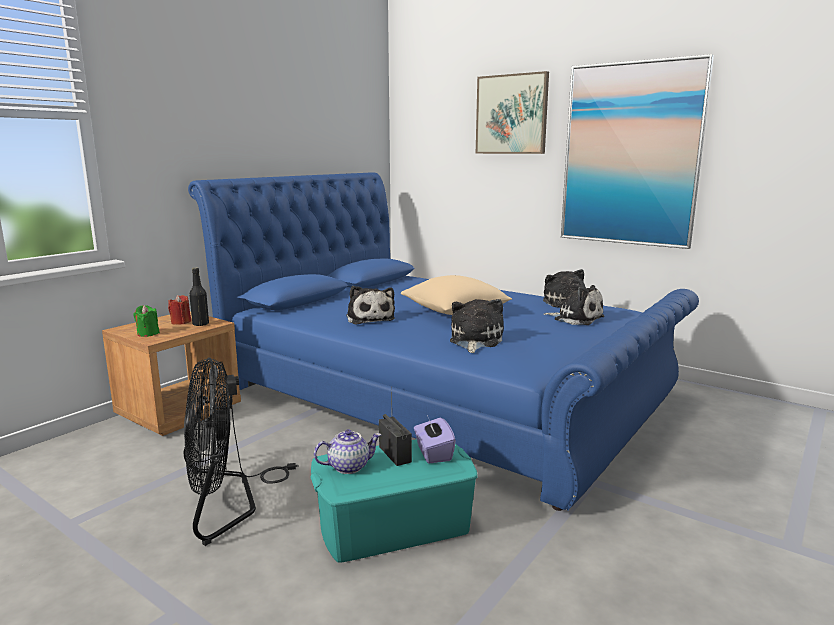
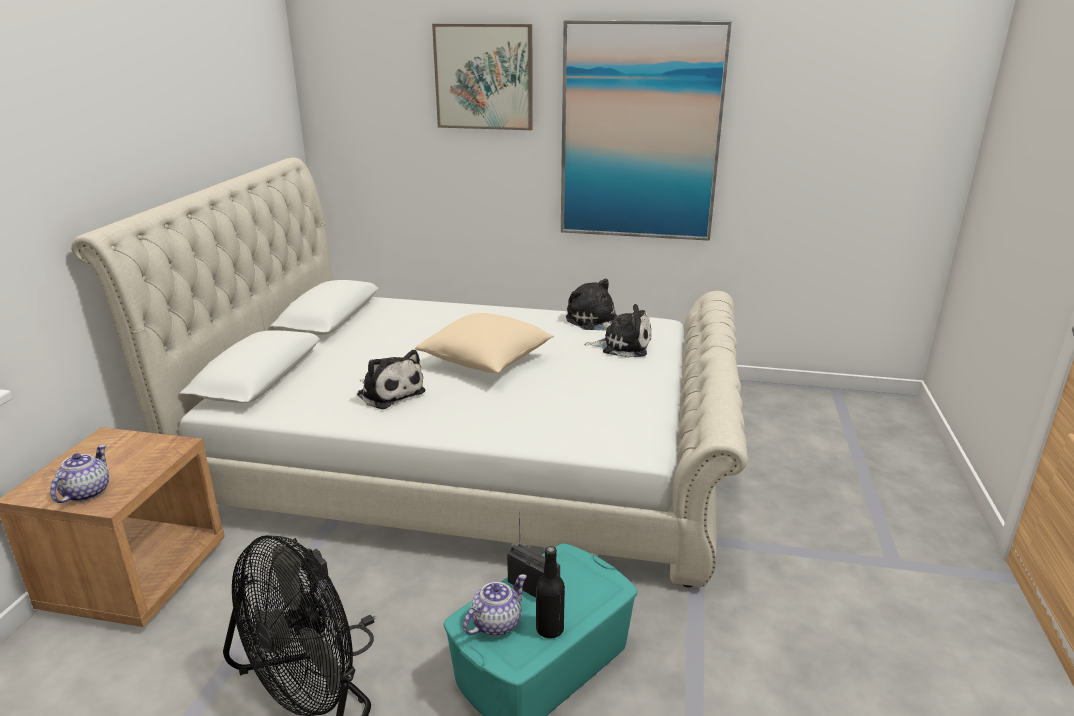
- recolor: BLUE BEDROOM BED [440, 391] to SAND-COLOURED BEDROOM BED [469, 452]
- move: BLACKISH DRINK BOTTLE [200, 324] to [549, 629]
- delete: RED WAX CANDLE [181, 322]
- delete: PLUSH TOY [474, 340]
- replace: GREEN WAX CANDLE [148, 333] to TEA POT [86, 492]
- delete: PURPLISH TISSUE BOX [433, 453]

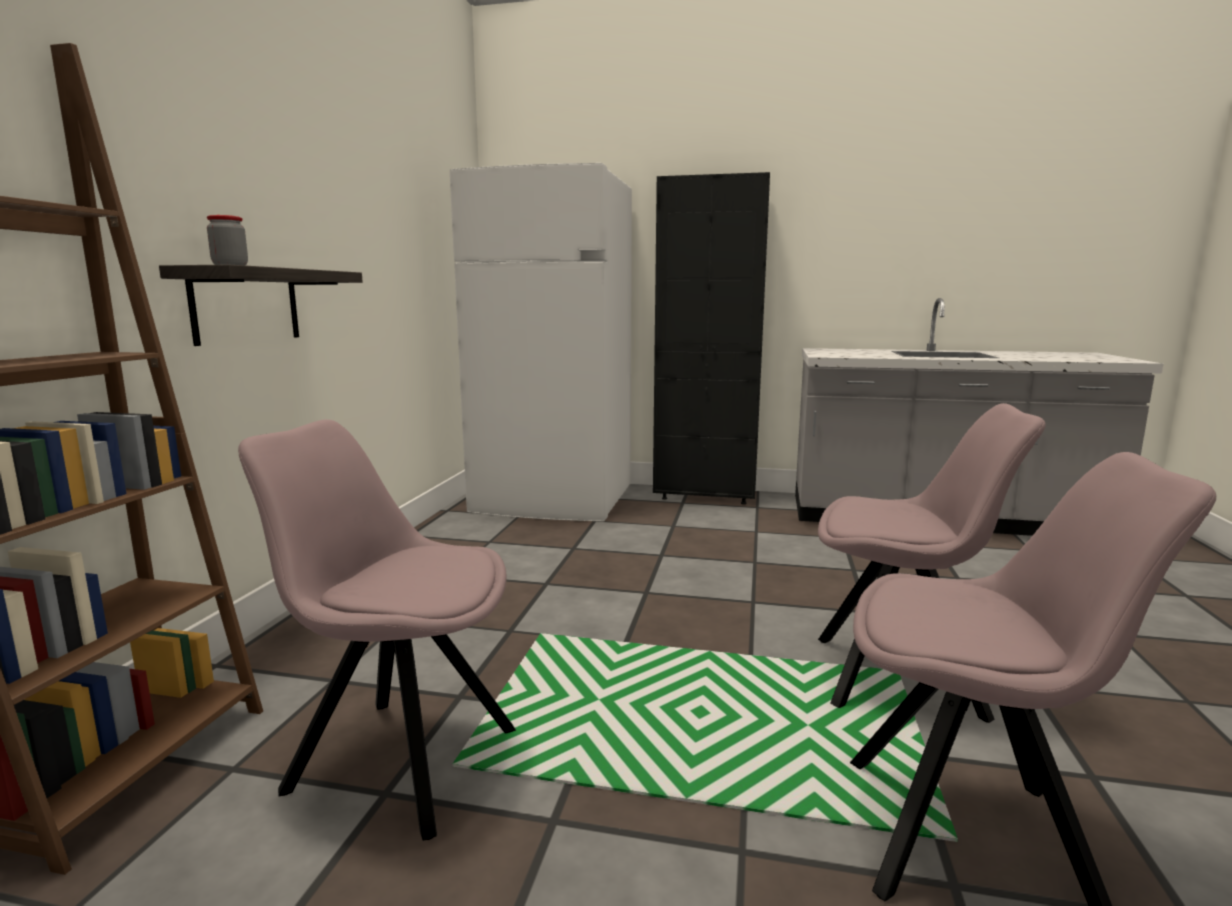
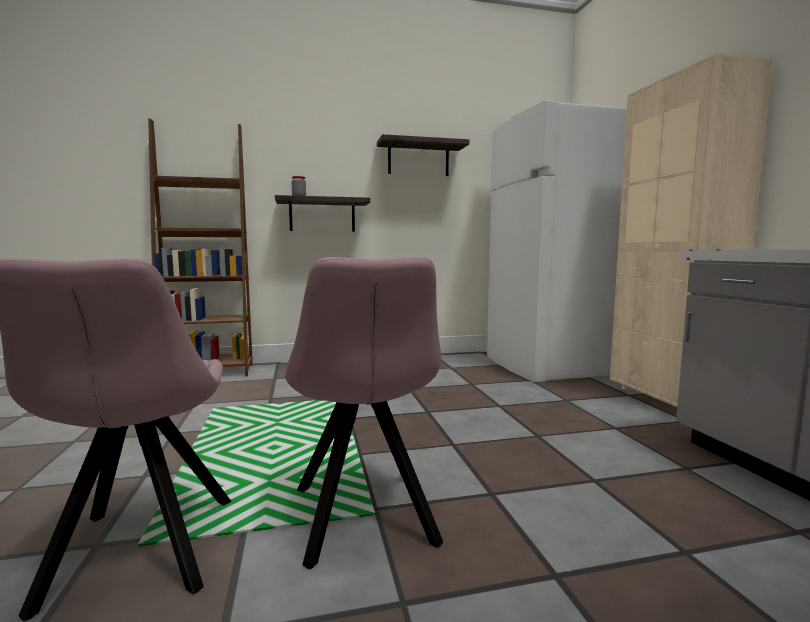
- recolor: BLACKISH CABINET [705, 496] to SAND-COLOURED CABINET [666, 399]
- delete: PINKISH PLAIN CHAIR [401, 760]
- insert: WALL SHELF [418, 159]

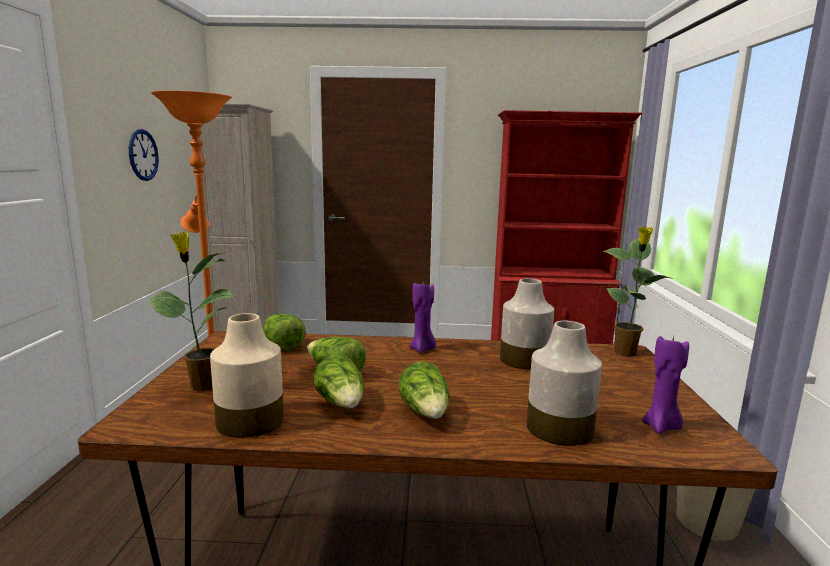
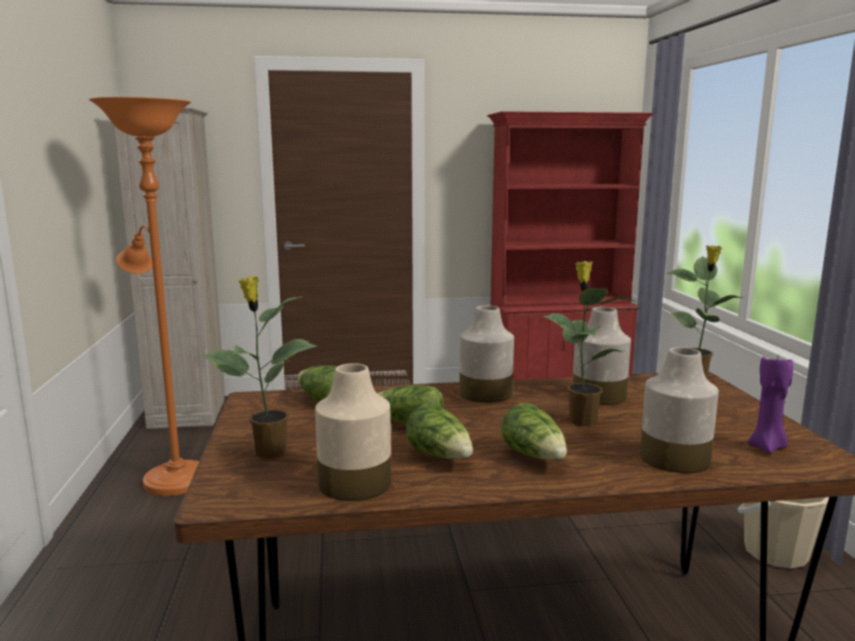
- delete: CLOCK ON THE WALL [143, 155]
- replace: PURPLISH WAX CANDLE [422, 349] to SAND-COLOURED FLOWER VASE [485, 393]
- insert: HOUSEPLANT [581, 420]

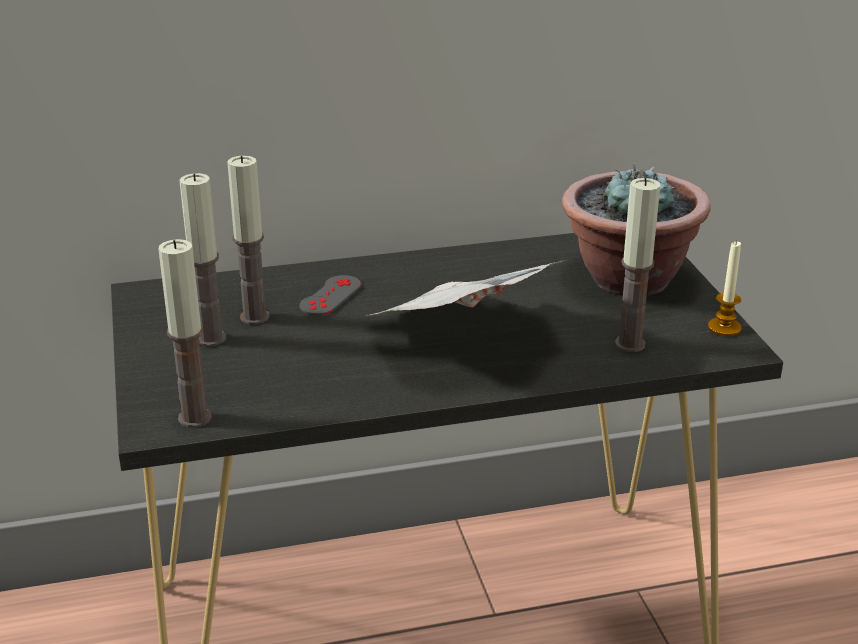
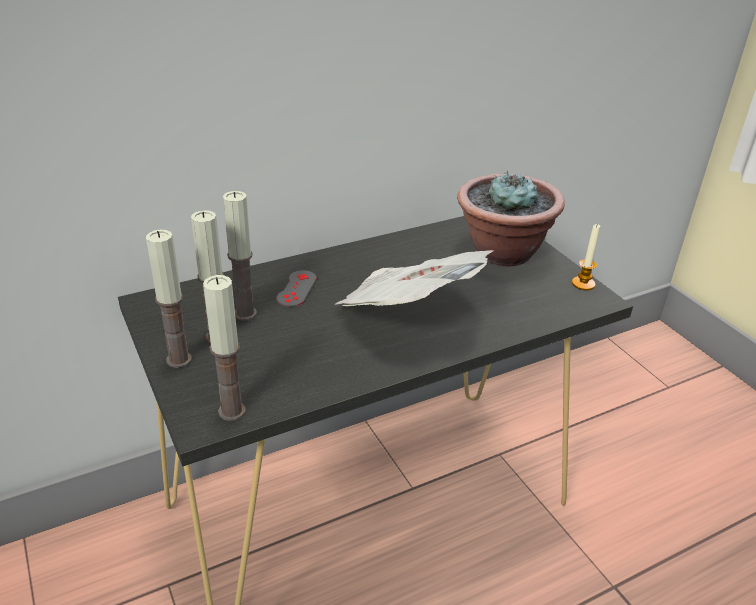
- move: WAX CANDLE [630, 344] to [179, 359]

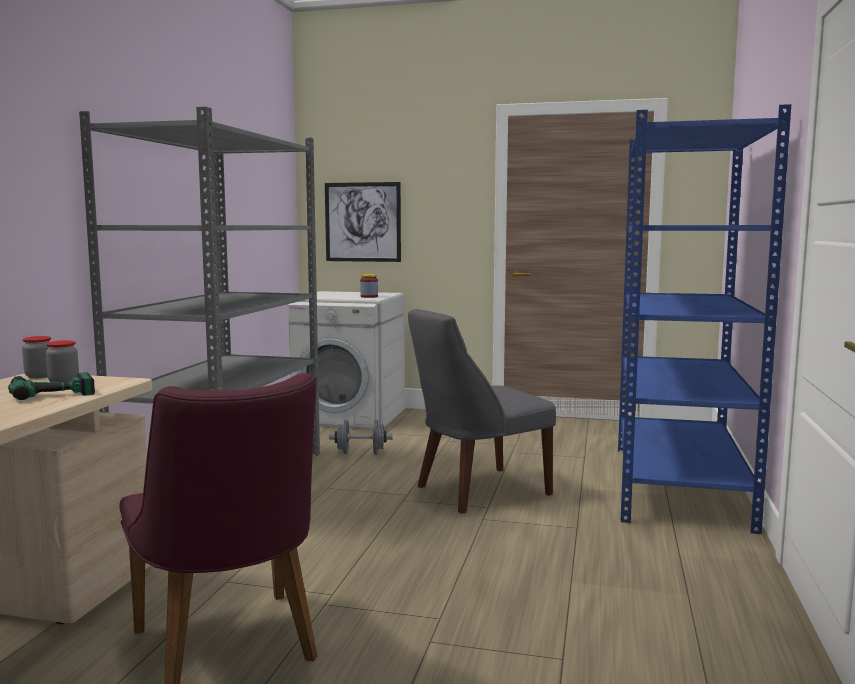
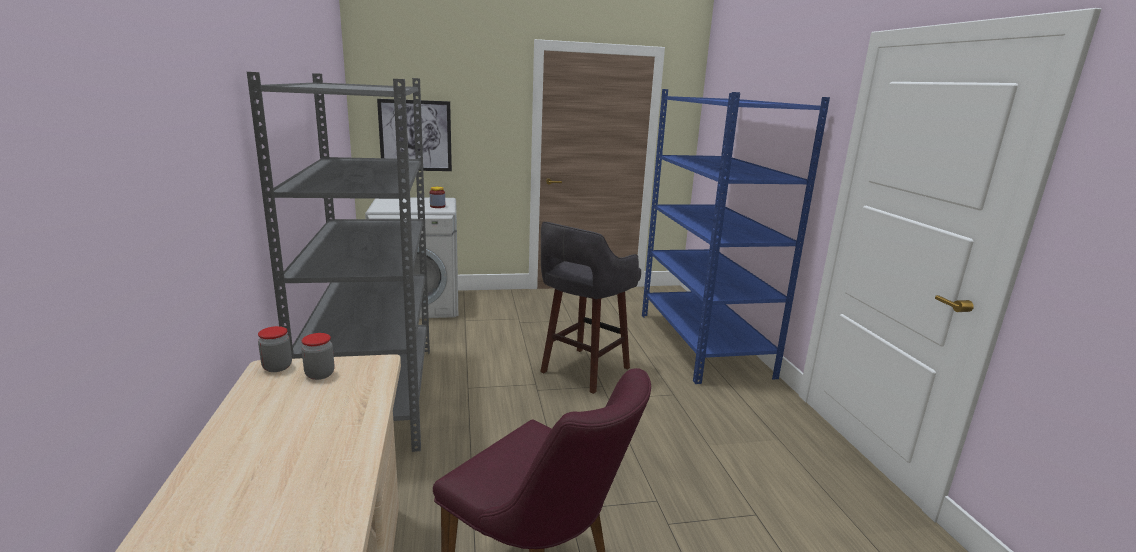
- replace: GRAY PLAIN CHAIR [477, 491] to GRAY SITTING STOOL [582, 371]
- delete: ELECTRIC DRILL [50, 391]
- delete: GRAY FREE WEIGHT [361, 453]

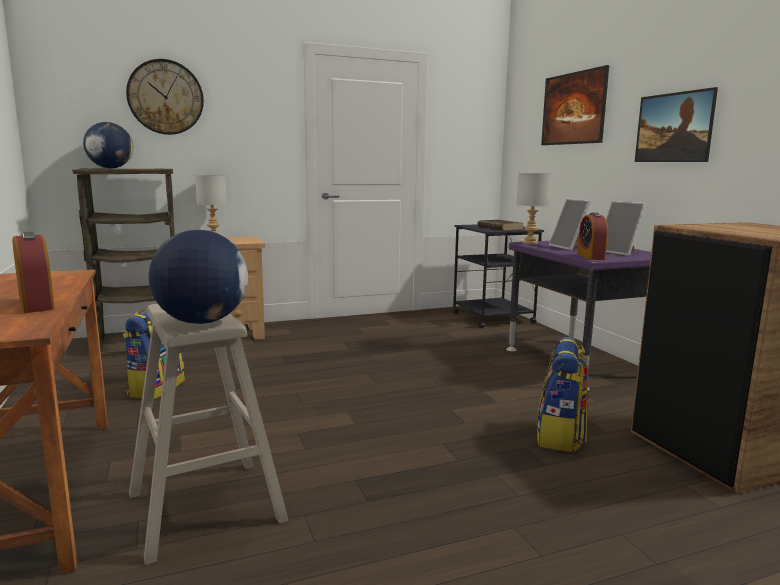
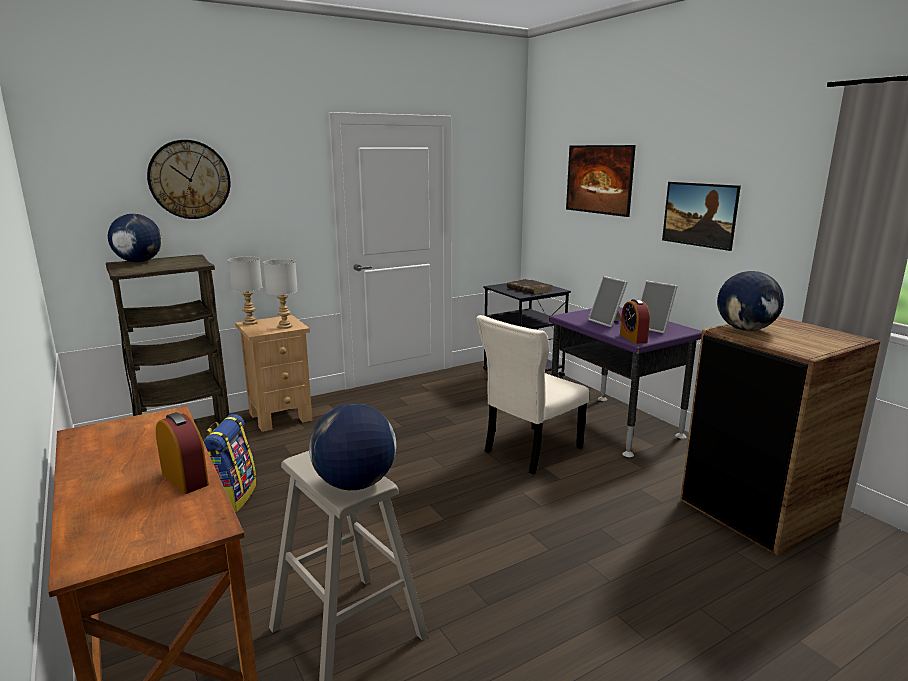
- move: GRAY TABLE LAMP [529, 243] to [284, 326]
- delete: KNAPSACK [560, 436]
- insert: GLOBE [745, 329]
- insert: SAND-COLOURED PLAIN CHAIR [530, 451]

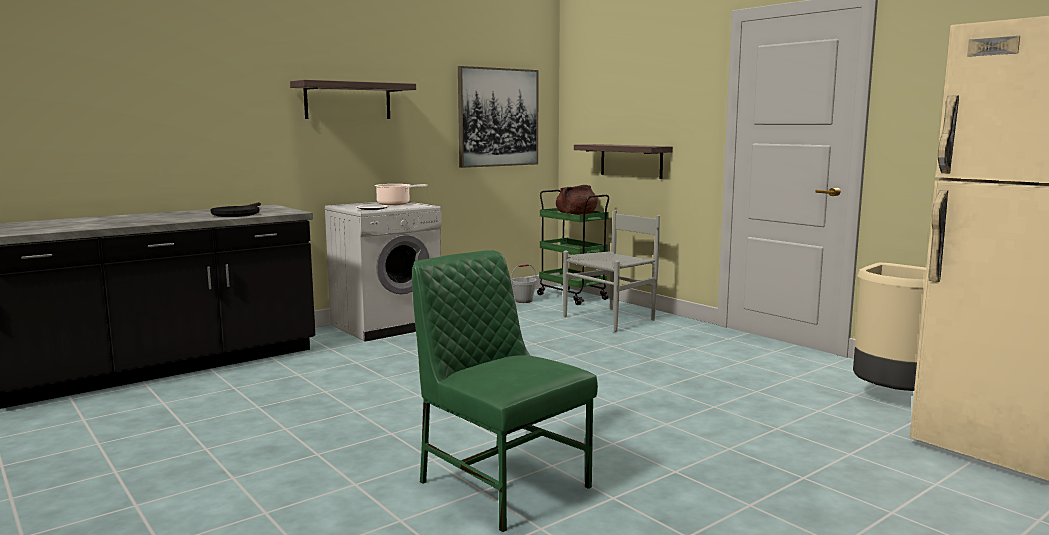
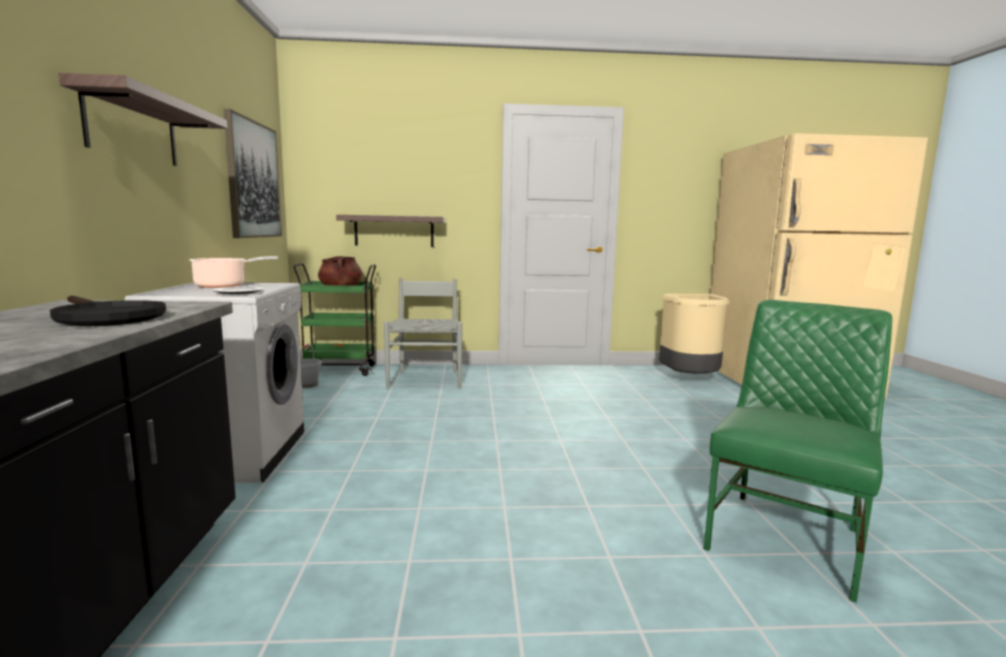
- rotate: GREEN PLAIN CHAIR [501, 484] = [787, 538] 135 degrees clockwise

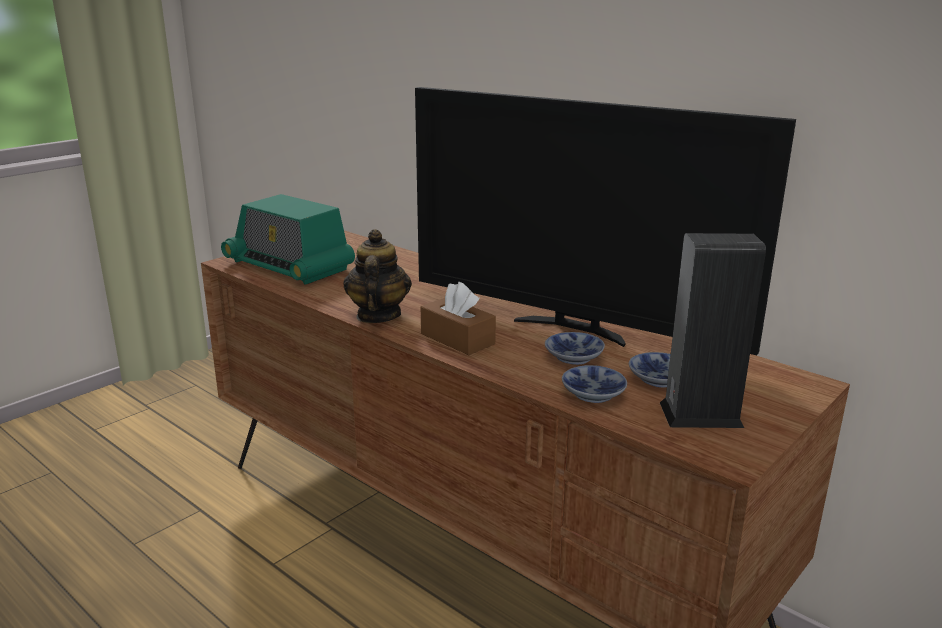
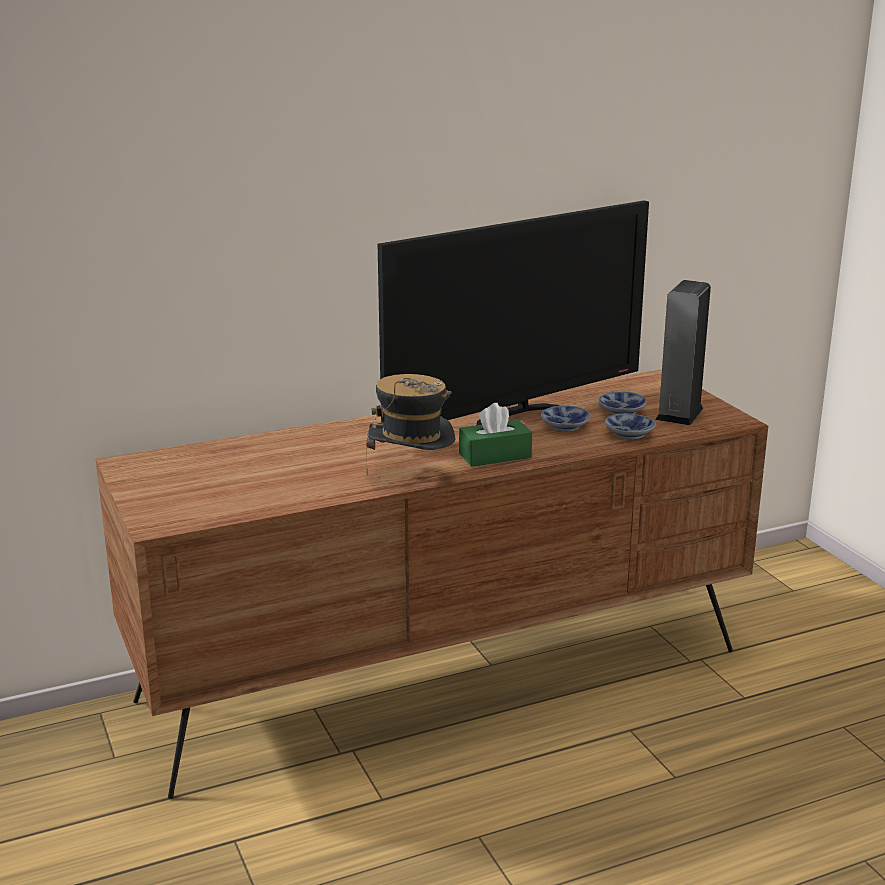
- delete: RADIO SET [289, 266]
- replace: TEA POT [378, 316] to CLOTHING HAT [411, 476]
- recolor: BROWN TISSUE BOX [457, 339] to GREEN TISSUE BOX [495, 455]

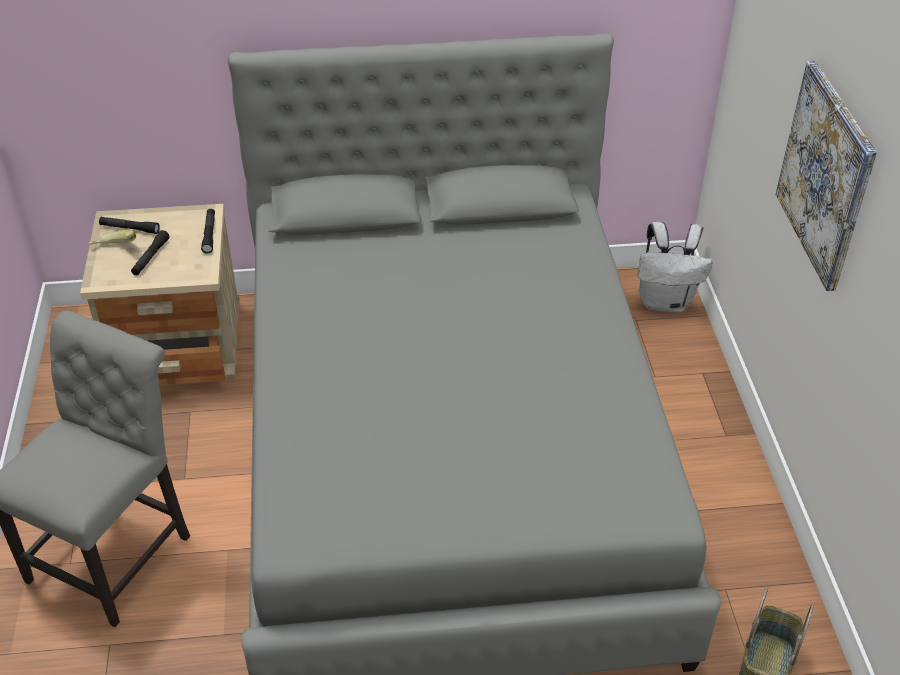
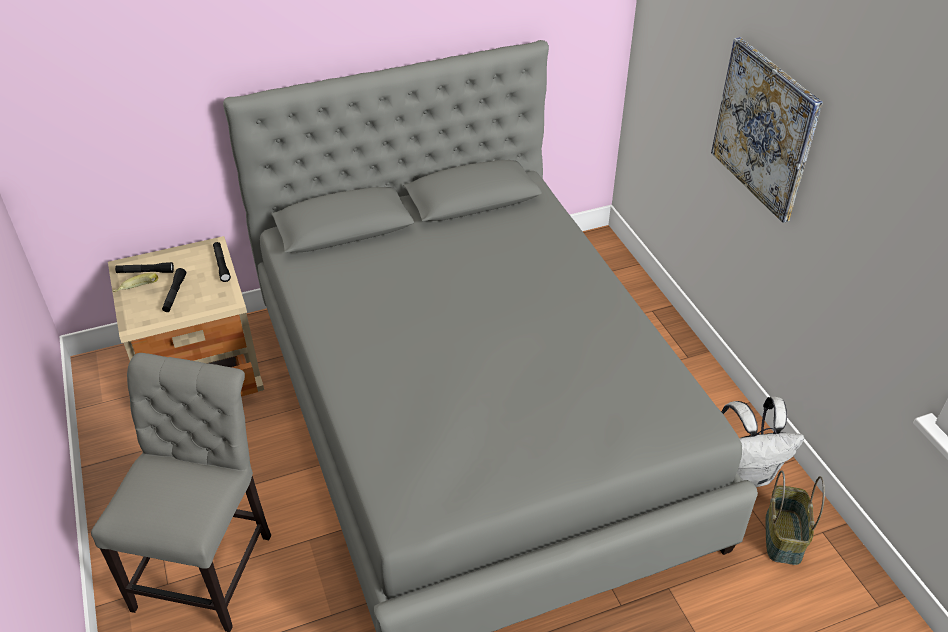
- move: WHITE KNAPSACK [666, 302] to [746, 474]

